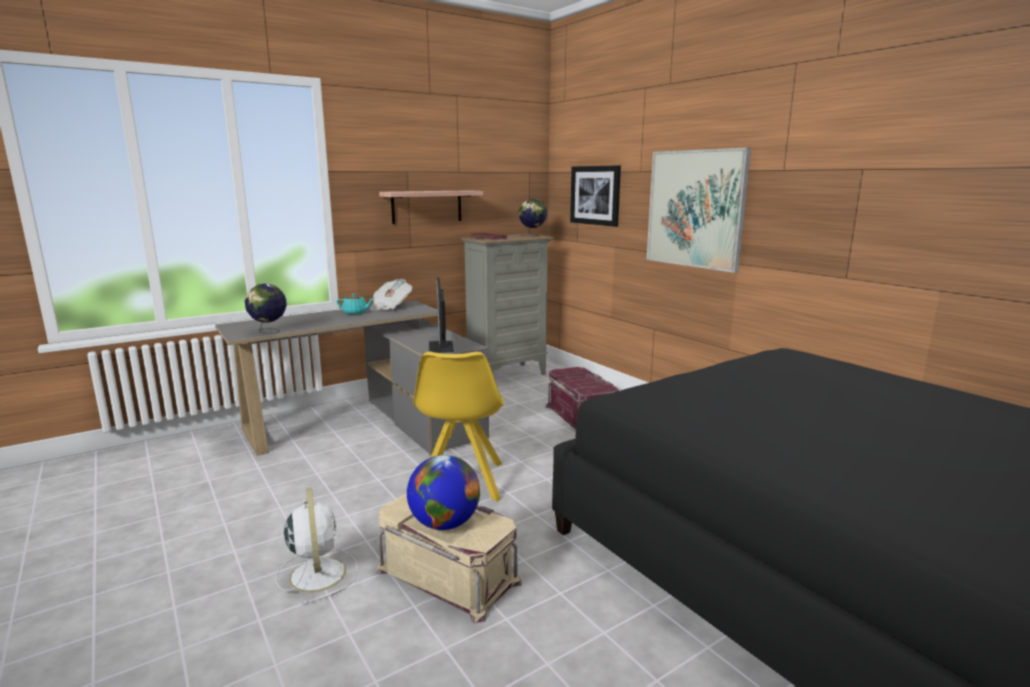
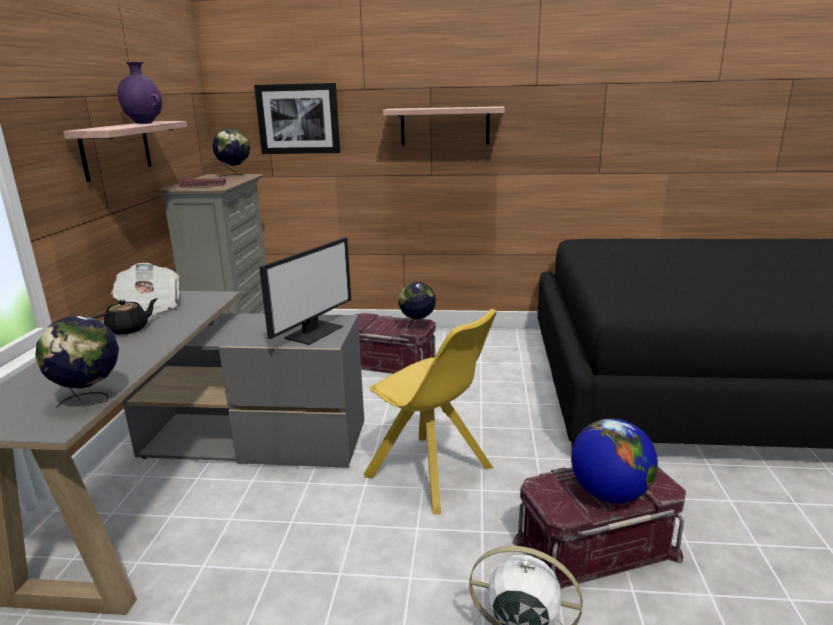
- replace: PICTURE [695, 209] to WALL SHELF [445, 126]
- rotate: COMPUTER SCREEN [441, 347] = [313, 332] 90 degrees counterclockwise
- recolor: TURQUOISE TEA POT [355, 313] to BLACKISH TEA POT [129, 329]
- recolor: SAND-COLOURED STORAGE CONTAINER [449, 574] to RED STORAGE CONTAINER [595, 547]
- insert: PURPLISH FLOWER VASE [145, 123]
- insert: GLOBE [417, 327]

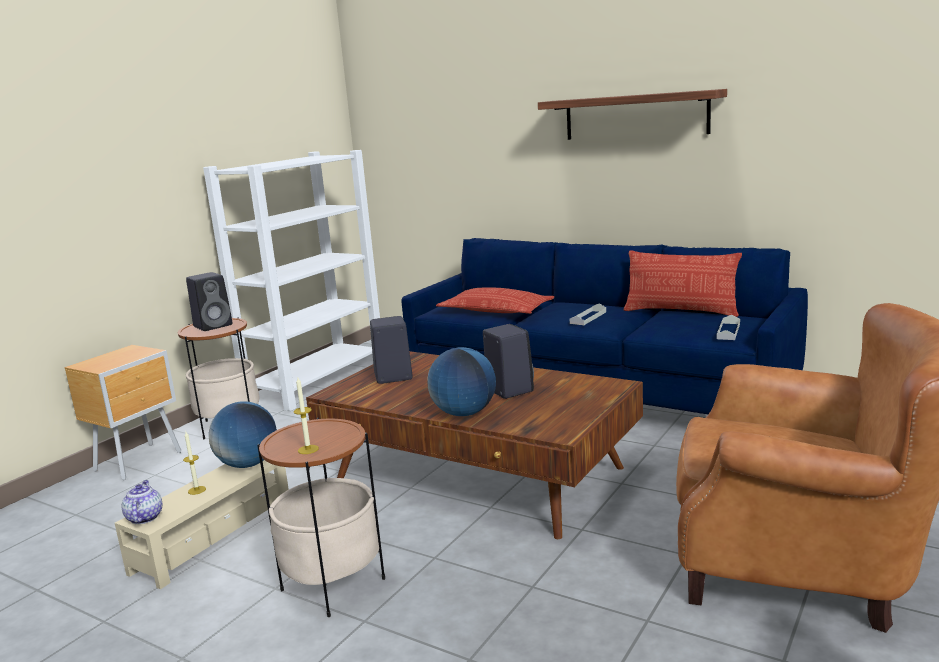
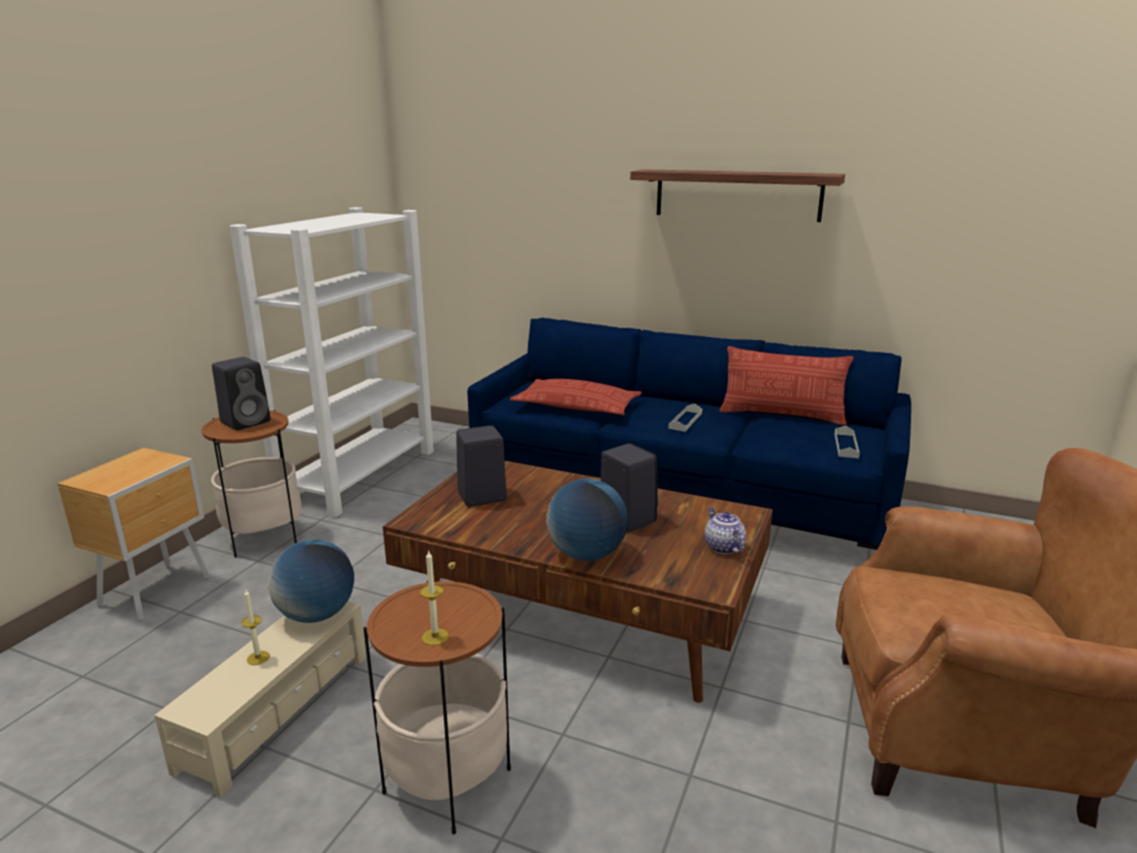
- move: TEA POT [144, 517] to [722, 547]

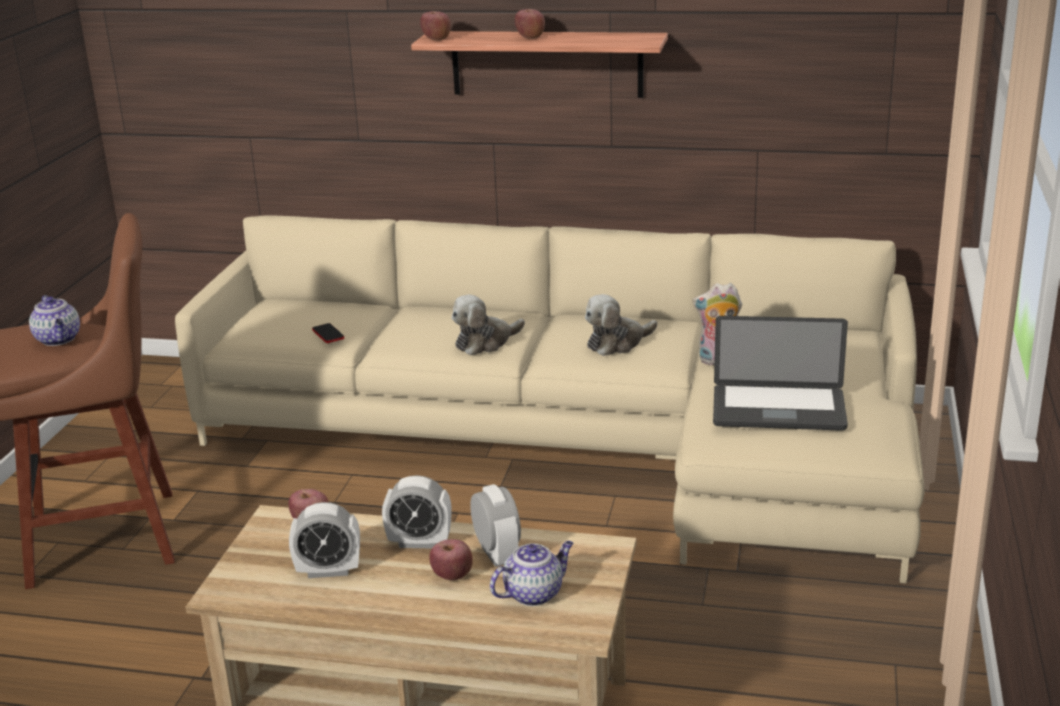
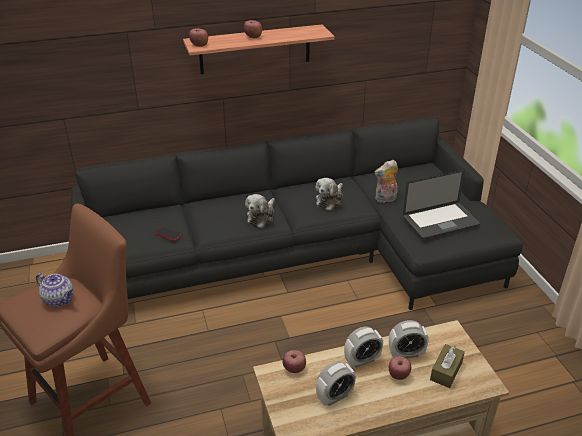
- recolor: SAND-COLOURED COUCH [581, 444] to BLACKISH COUCH [305, 254]
- rotate: BEDSIDE CLOCK [497, 554] = [406, 354] 135 degrees clockwise
- replace: TEA POT [534, 593] to BROWN TISSUE BOX [446, 371]

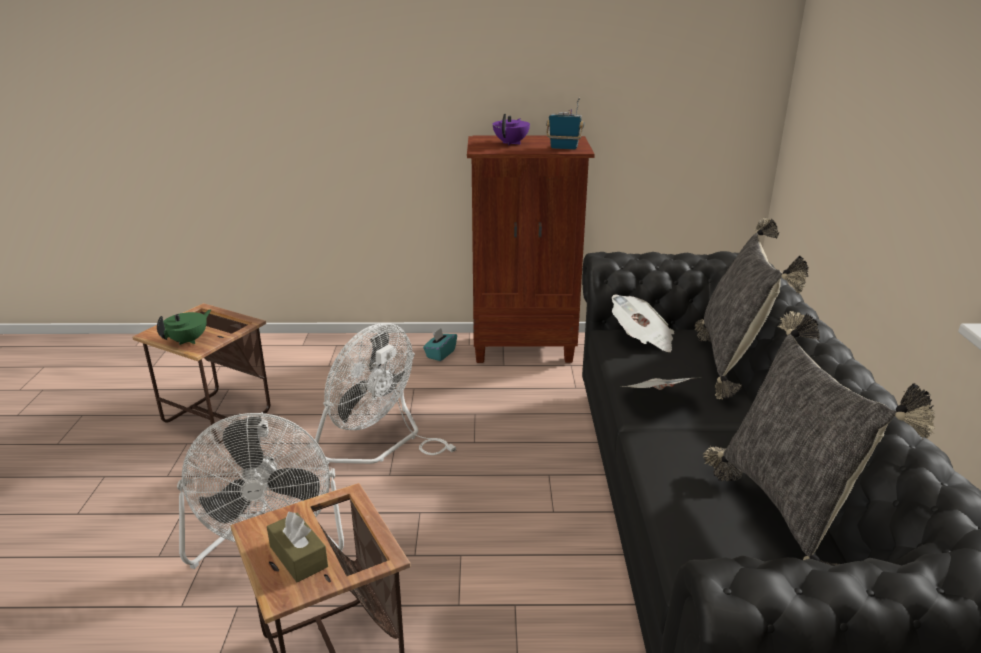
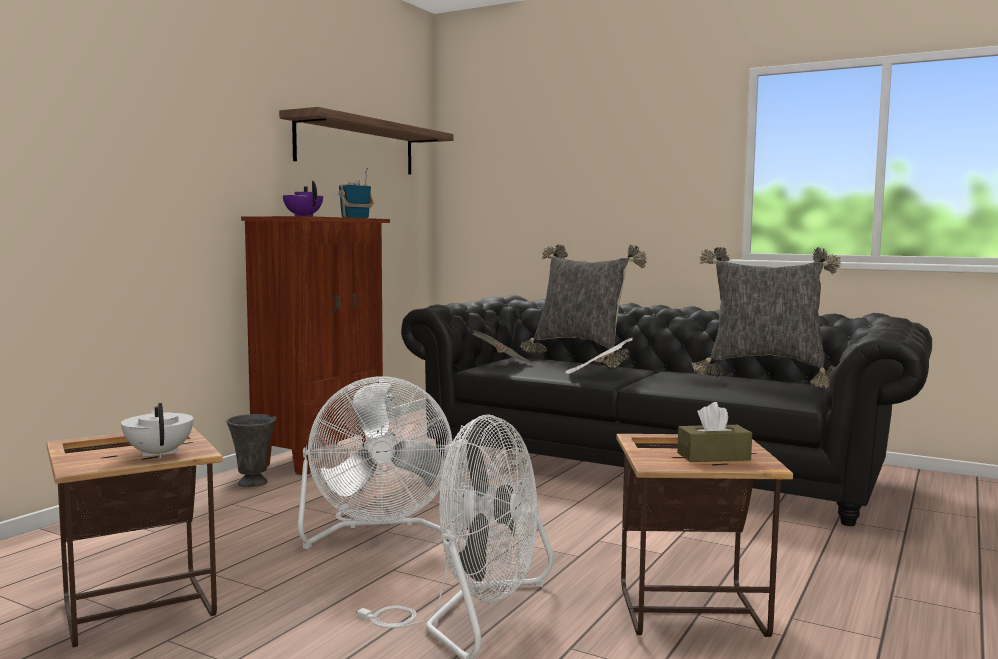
- recolor: GREEN TEA POT [189, 340] to WHITE TEA POT [159, 454]
- rotate: WHITE COOLING FAN [387, 441] = [376, 533] 75 degrees counterclockwise
- replace: TURQUOISE TISSUE BOX [440, 354] to GRAY FLOWER VASE [253, 483]
- insert: WALL SHELF [356, 146]

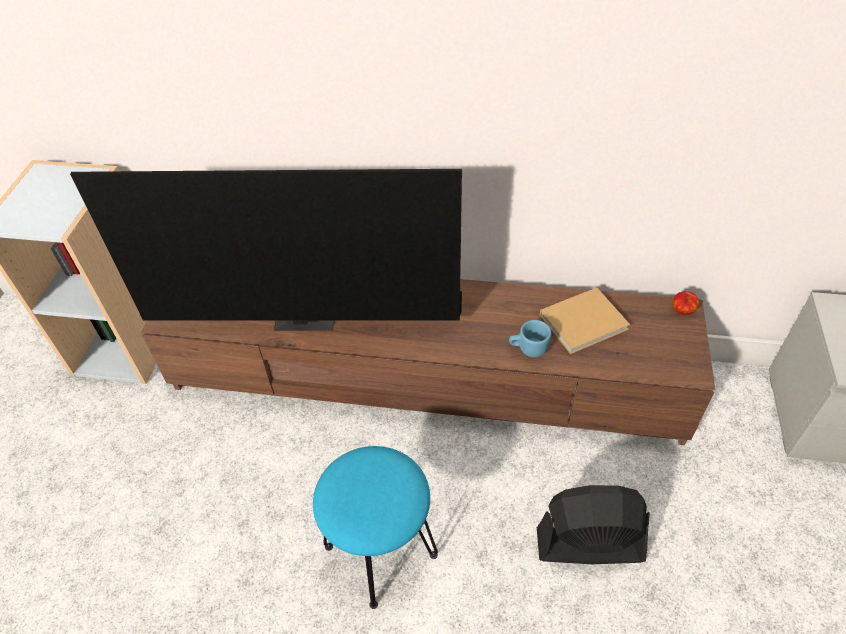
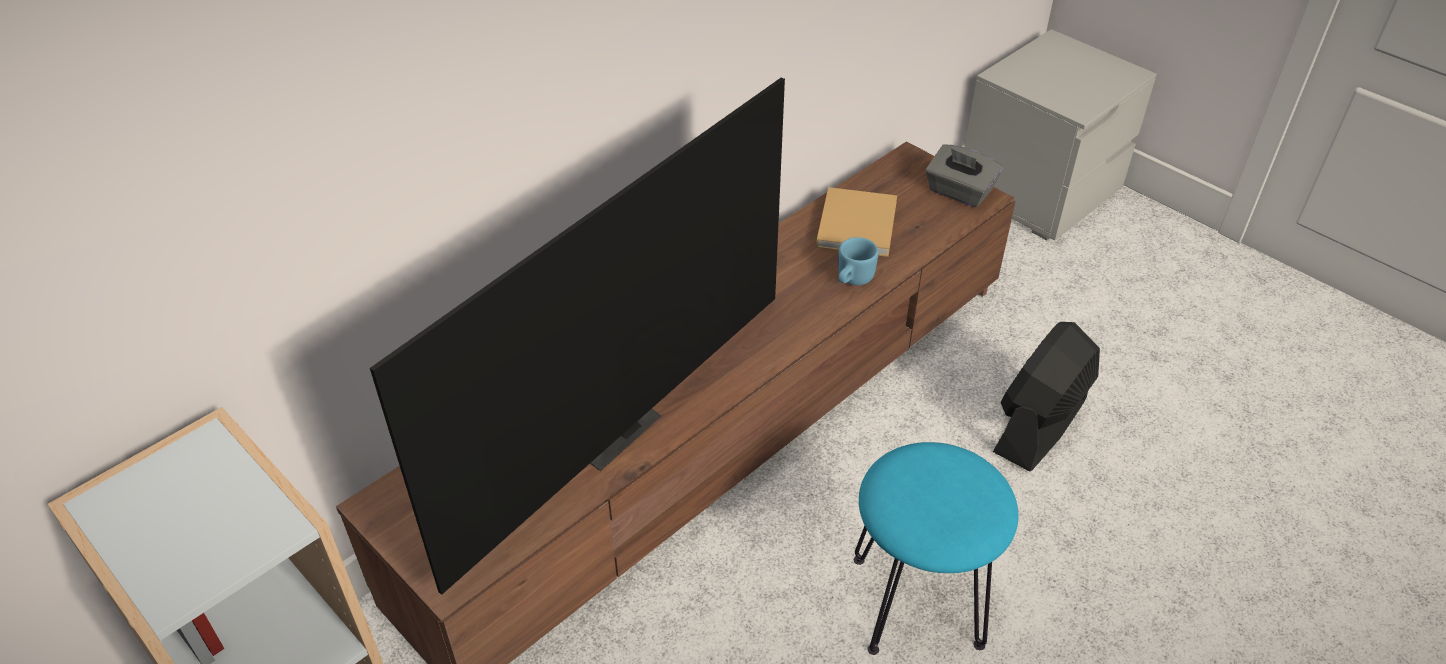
- delete: APPLE [682, 311]
- insert: GRAY TISSUE BOX [959, 192]

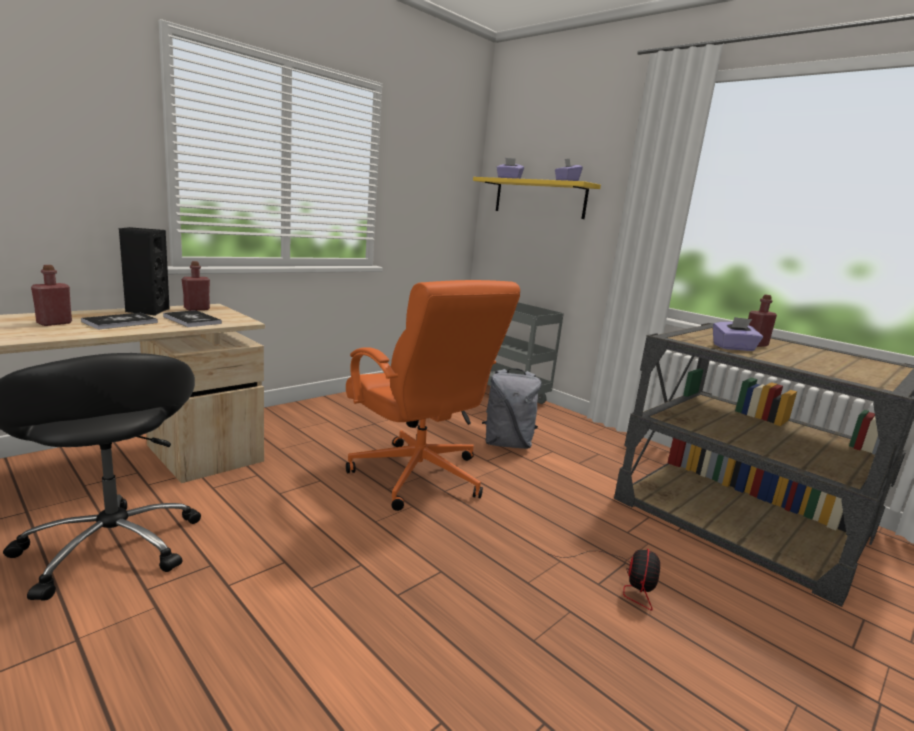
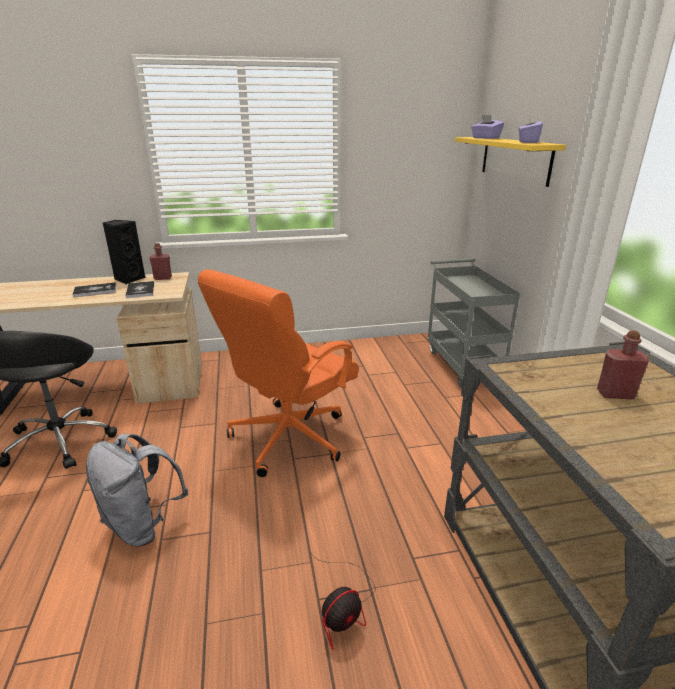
- delete: RED DRINK BOTTLE [54, 323]
- rotate: ORANGEY OFFICE CHAIR [418, 474] = [289, 436] 45 degrees clockwise
- delete: PURPLISH TISSUE BOX [733, 348]
- move: GRAY KNAPSACK [507, 444] to [143, 525]

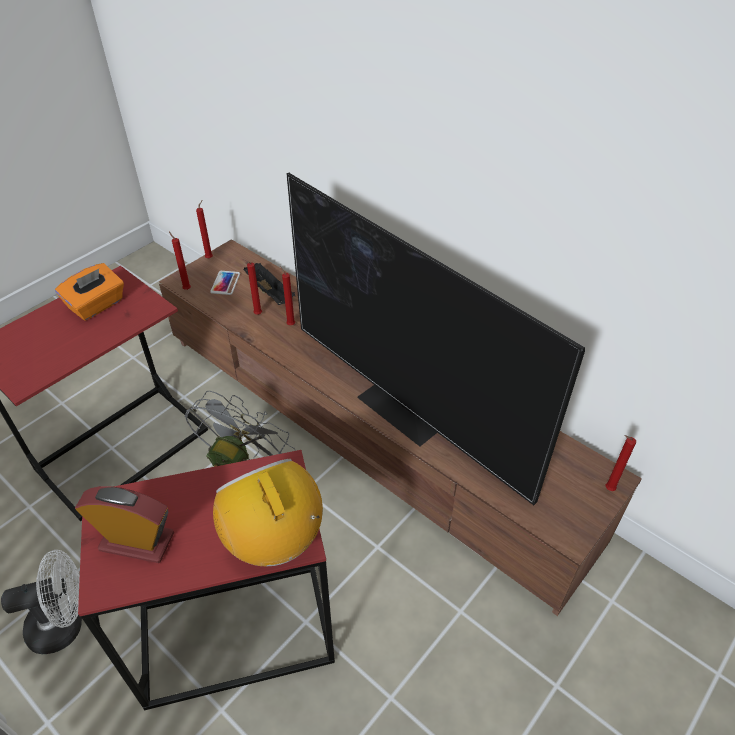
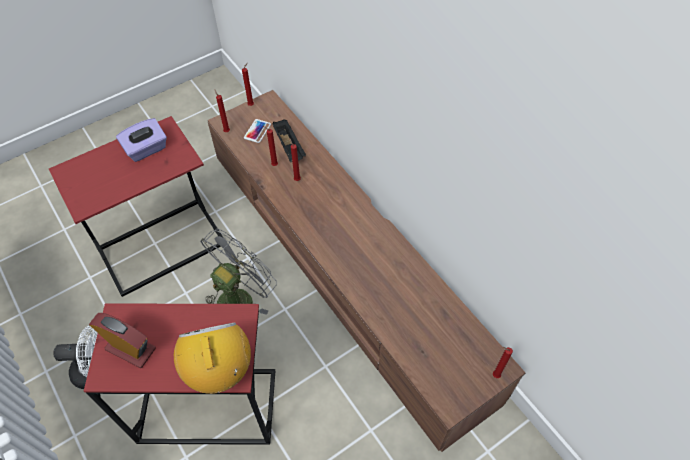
- delete: TV SET [406, 409]
- recolor: ORANGEY TISSUE BOX [97, 305] to PURPLISH TISSUE BOX [146, 149]

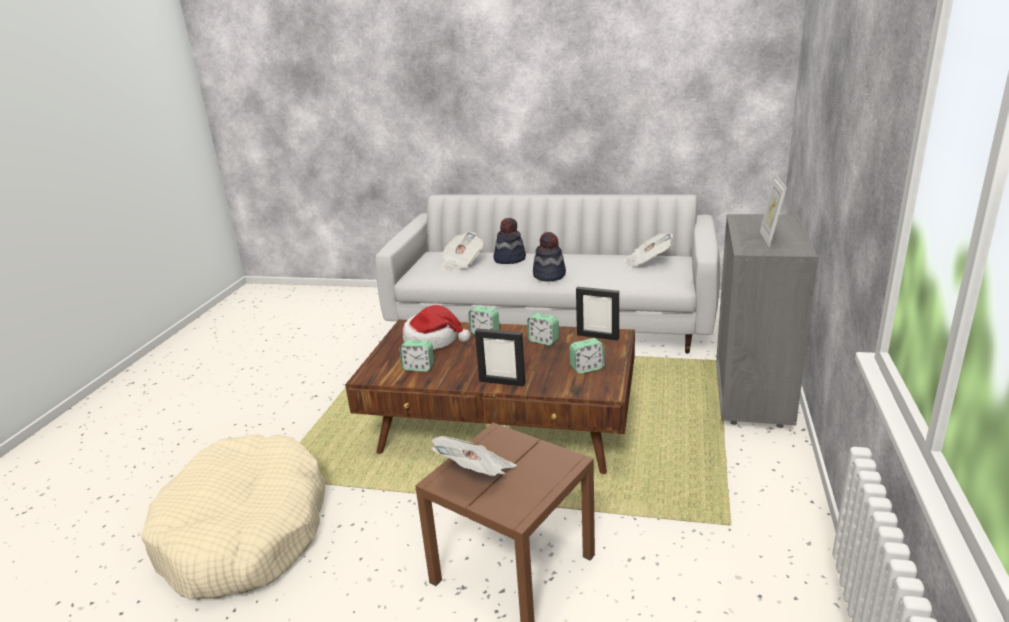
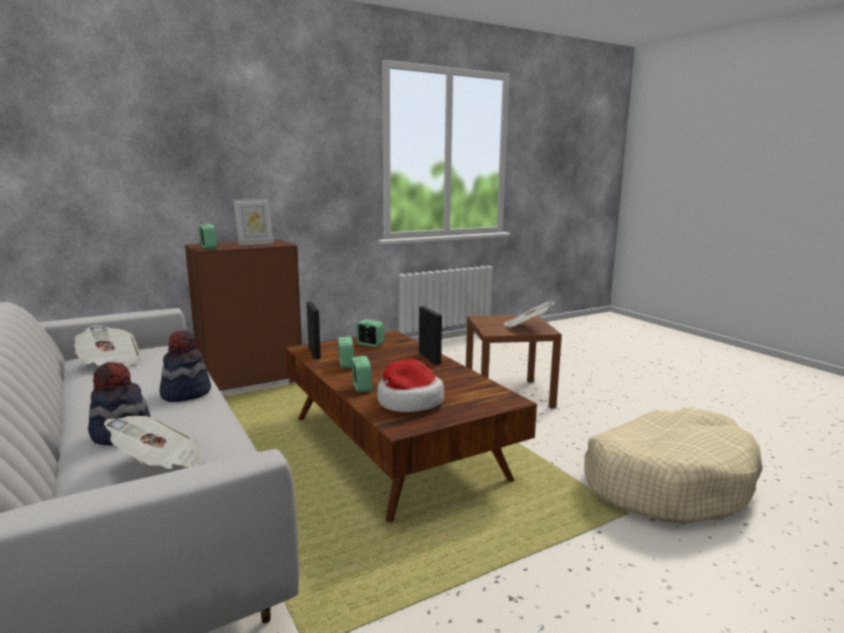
- recolor: GRAY CABINET [753, 399] to BROWN CABINET [252, 382]
- move: BEDSIDE CLOCK [418, 367] to [208, 248]

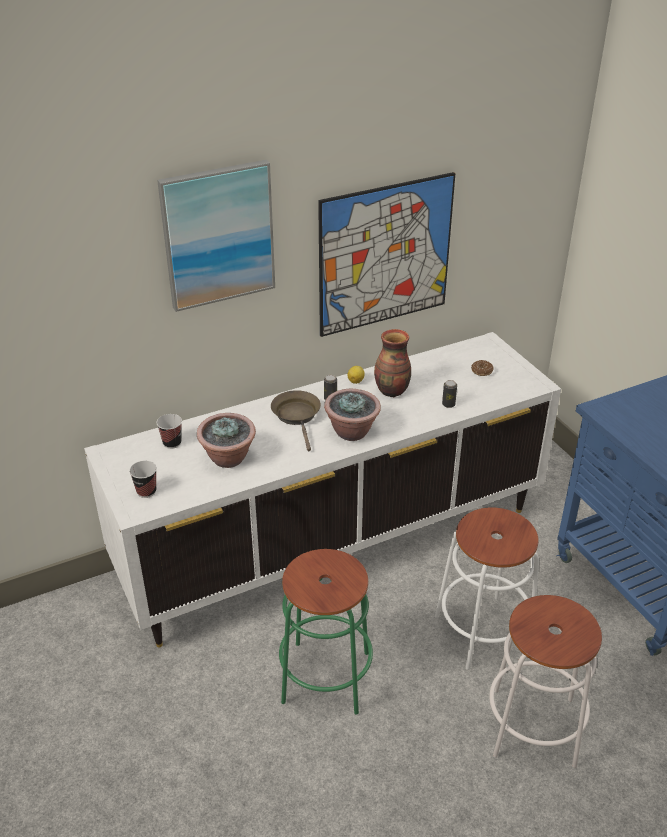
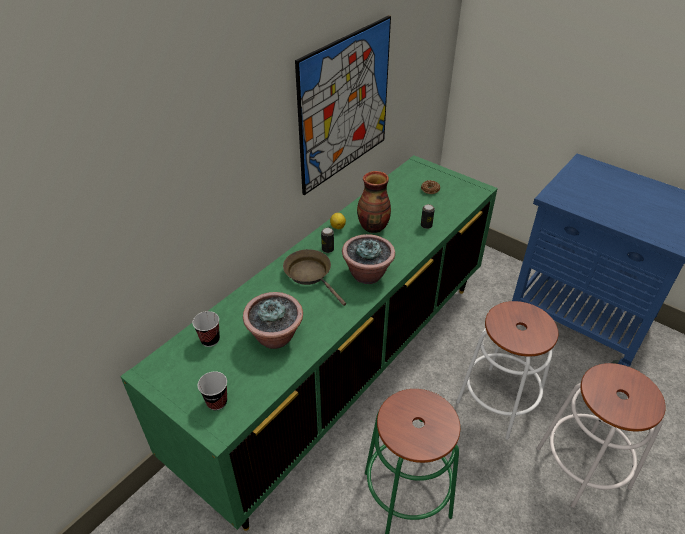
- delete: PICTURE [218, 235]
- recolor: WHITE CABINET [333, 544] to GREEN CABINET [341, 369]

